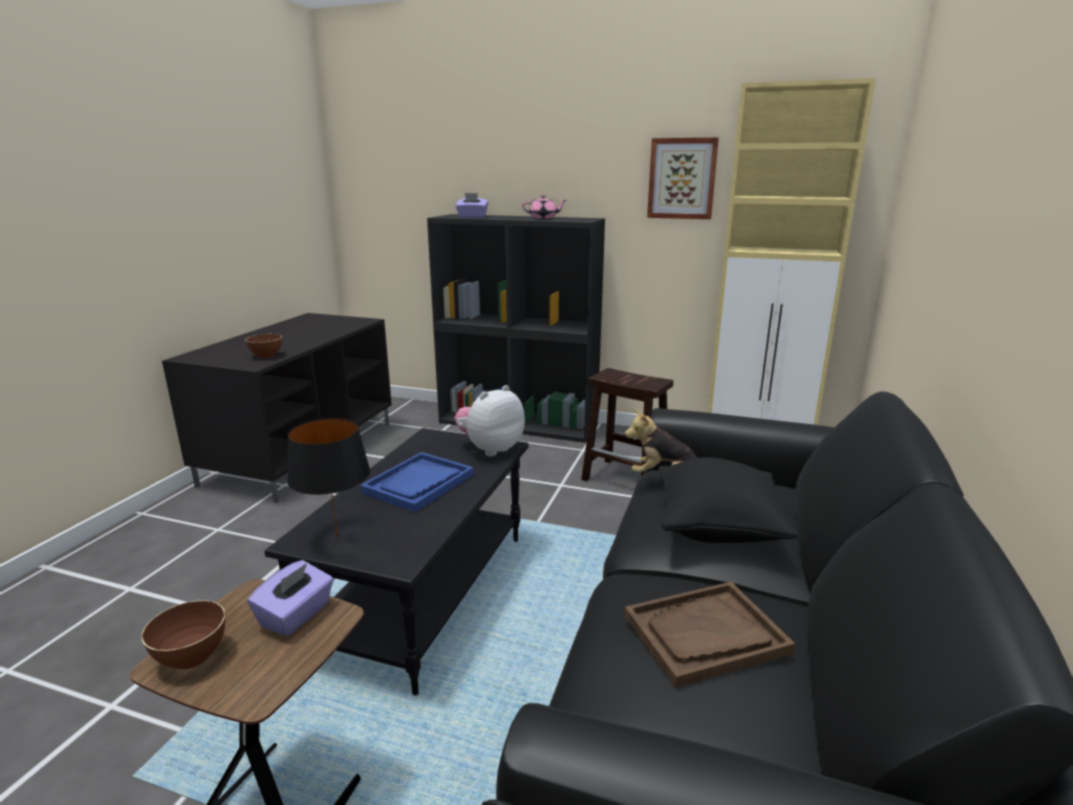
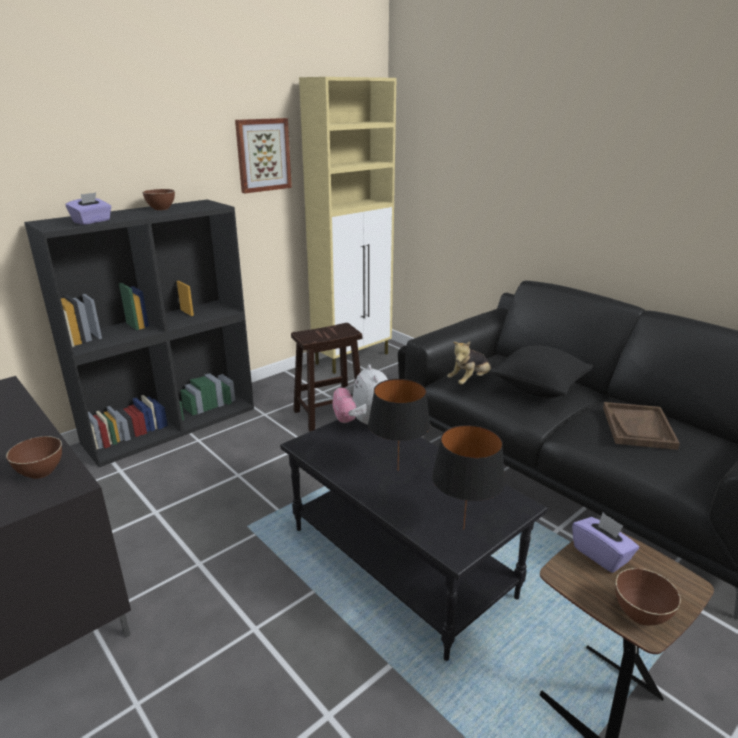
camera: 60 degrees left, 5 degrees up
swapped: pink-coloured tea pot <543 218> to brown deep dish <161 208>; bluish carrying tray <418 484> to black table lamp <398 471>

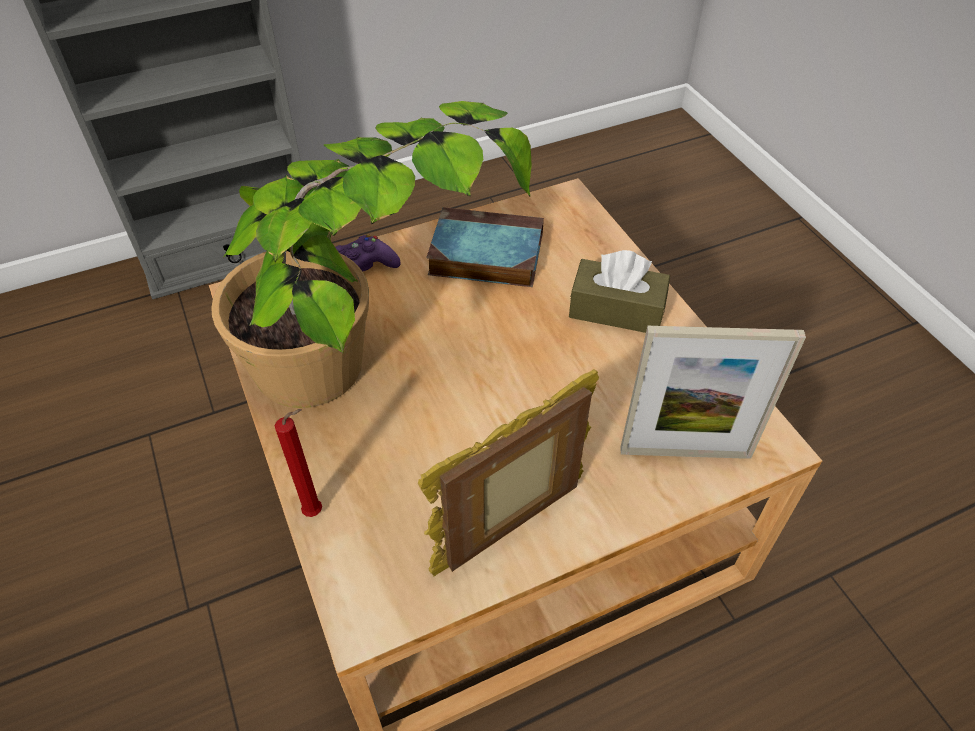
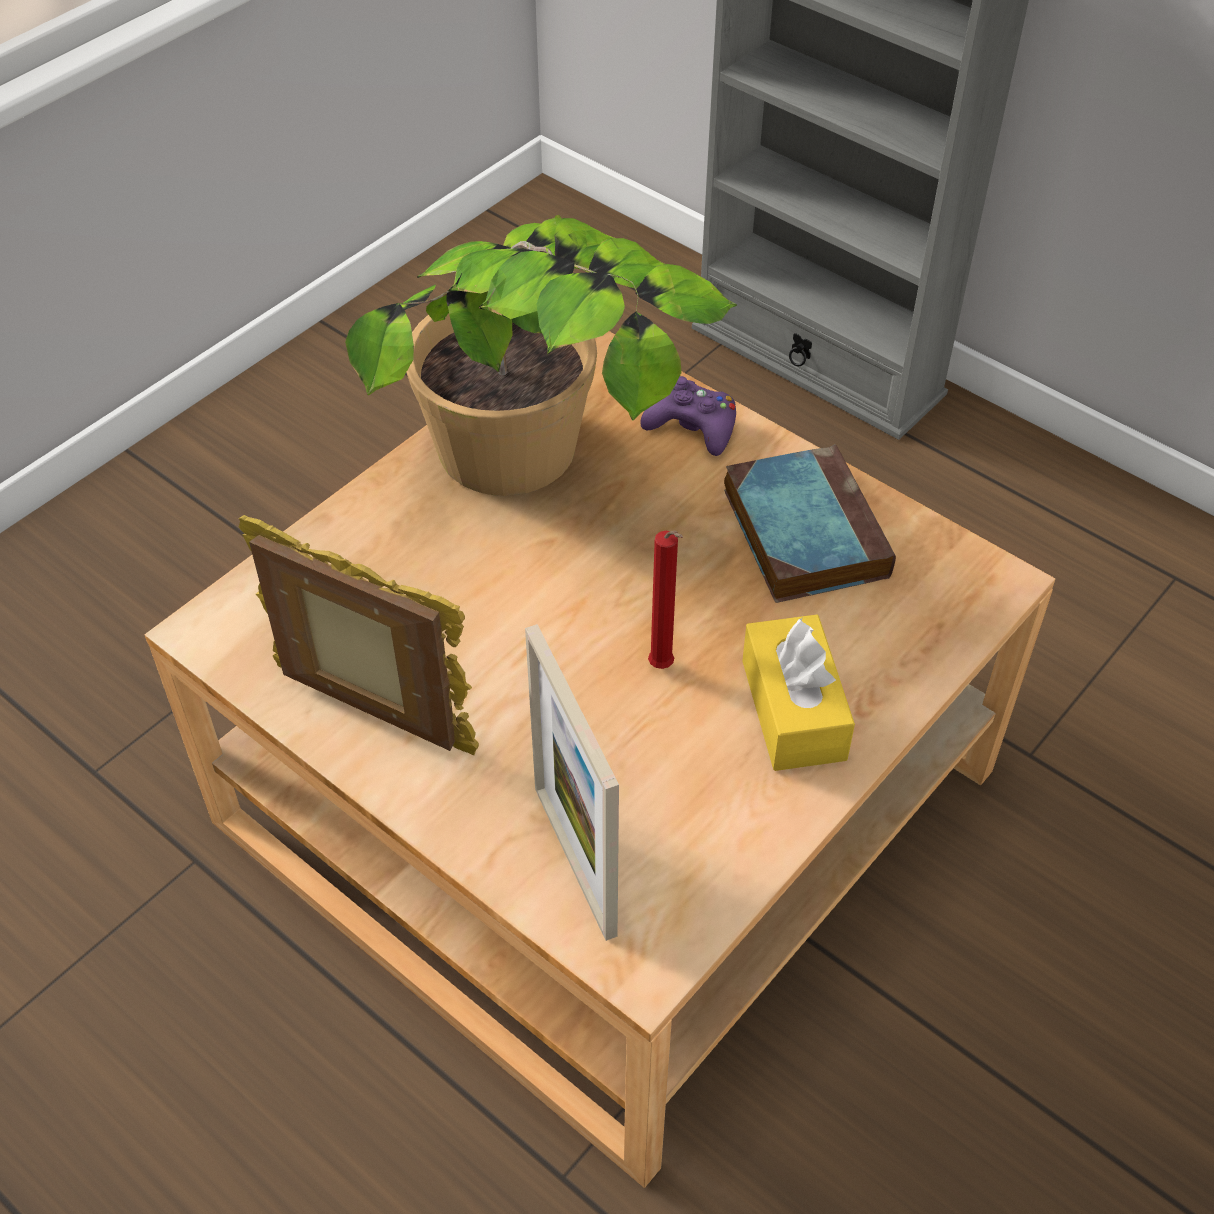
camera: 65 degrees right, 0 degrees up
shifted: red-coloured candle <316 511> to <663 668>
repainted: brown tissue holder <616 310> to yellowish tissue holder <793 709>

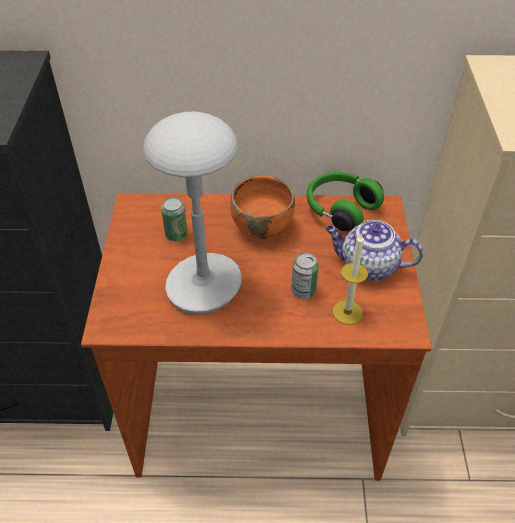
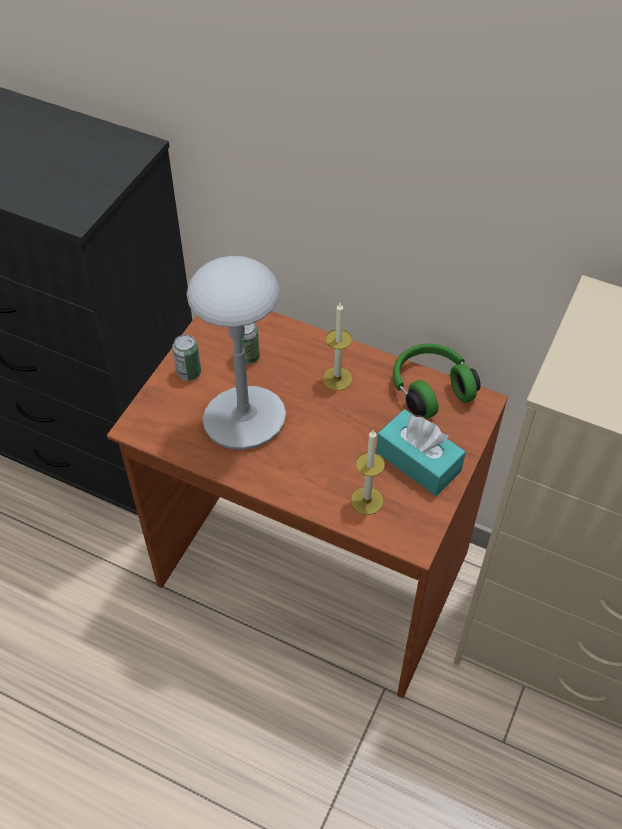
camera: 25 degrees right, 5 degrees up
shifted: metal can <303 291> to <189 372>
swapped: orangey deep dish <262 226> to candle <337 378>; tea pot <367 266> to turquoise tissue holder <418 461>

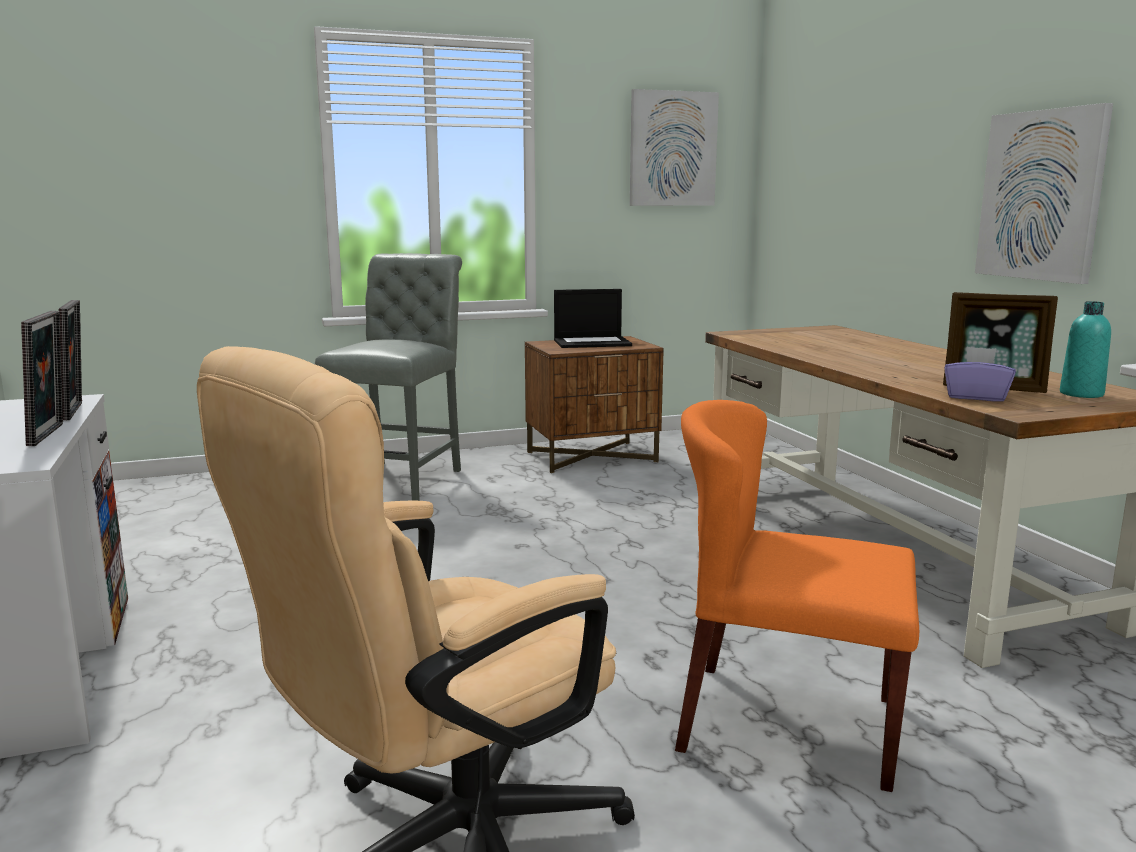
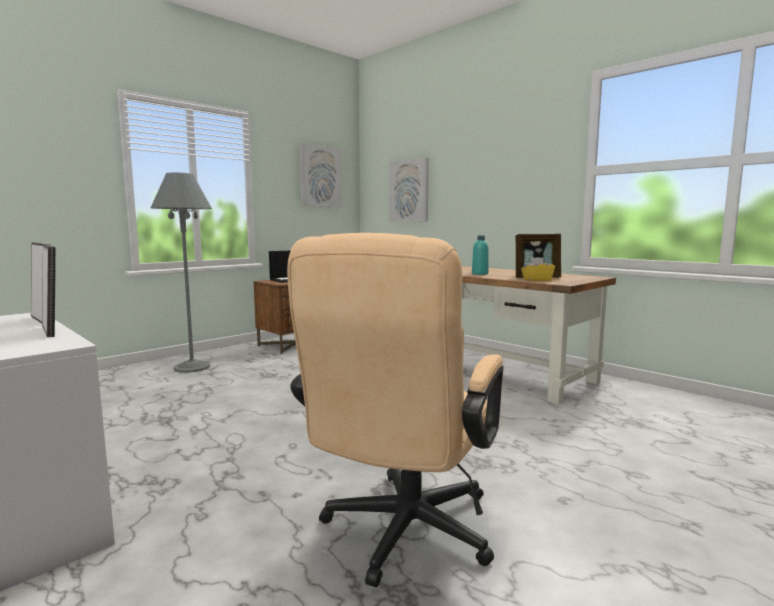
camera: 25 degrees left, 5 degrees down
gone: orangey chair <786 723>
shifted: wall picture <1041 195> to <409 191>; turquoise beverage bottle <1081 394> to <480 274>
swapped: greyish chair <401 479> to greyish floor lamp <192 367>
repainted: purple tissue holder <975 397> to yellowish tissue holder <537 280>

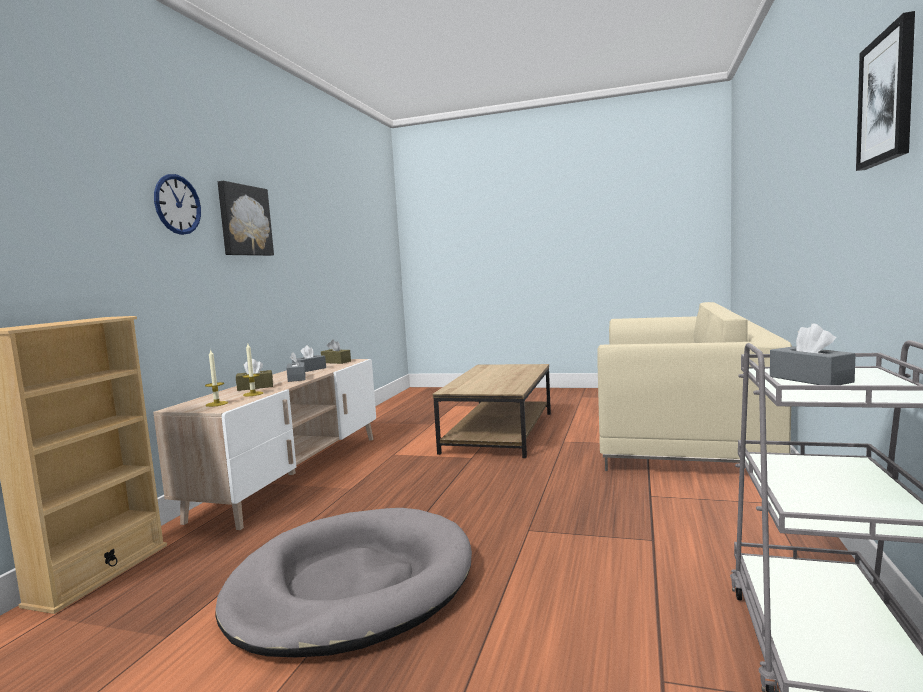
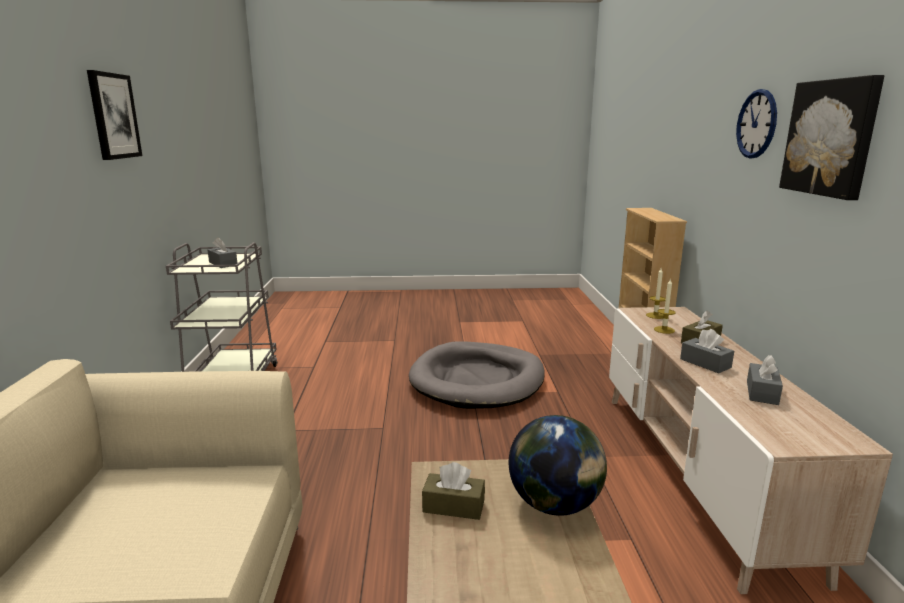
camera: 160 degrees right, 10 degrees up
new: desk globe <555 504>
shifted: brown tissue holder <336 362> to <453 506>

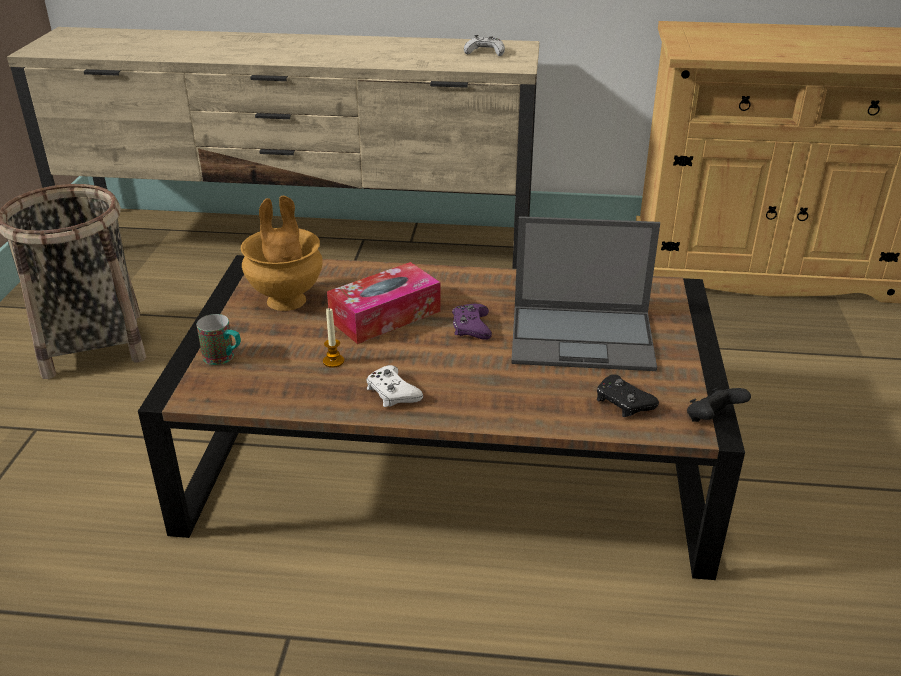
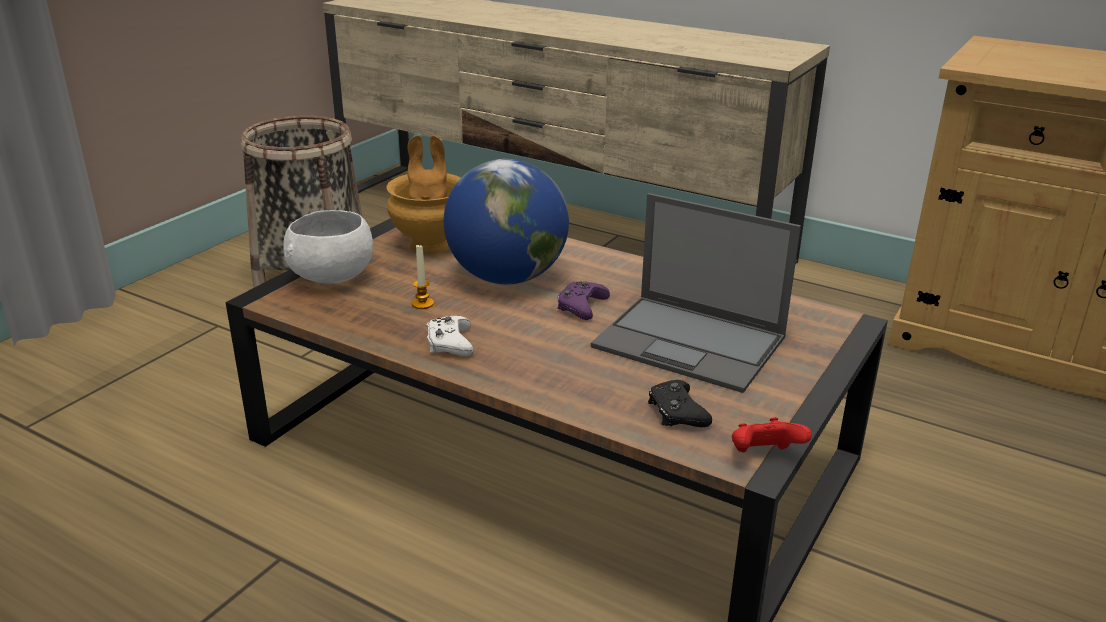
camera: 25 degrees right, 5 degrees down
gone: white game controller <485 52>
swapped: tissue holder <385 316> to desk globe <507 278>; tea mug <224 358> to white deep dish <332 279>
repainted: black game controller <712 420> to red-coloured game controller <764 456>

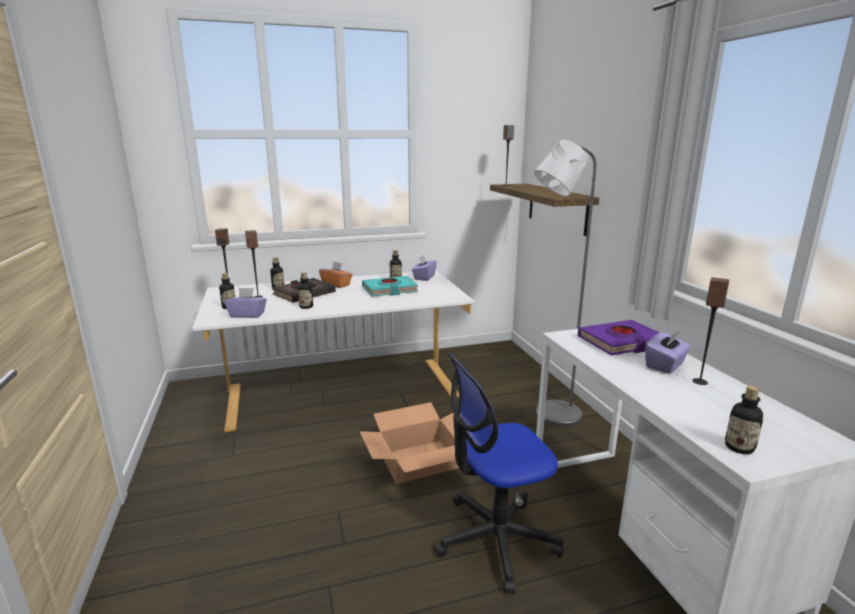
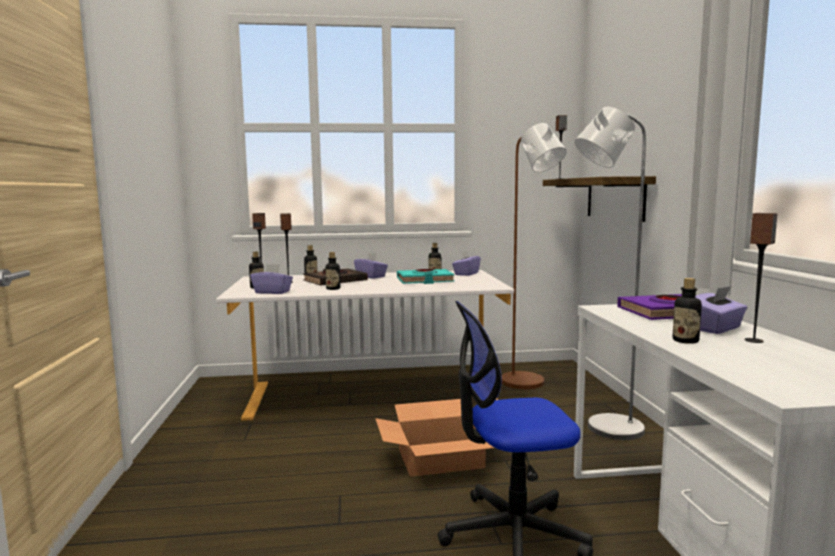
camera: 10 degrees right, 10 degrees down
new: brown floor lamp <528 384>
shifted: beverage bottle <739 447> to <685 341>
repainted: orangey tissue holder <336 284> to purple tissue holder <371 276>

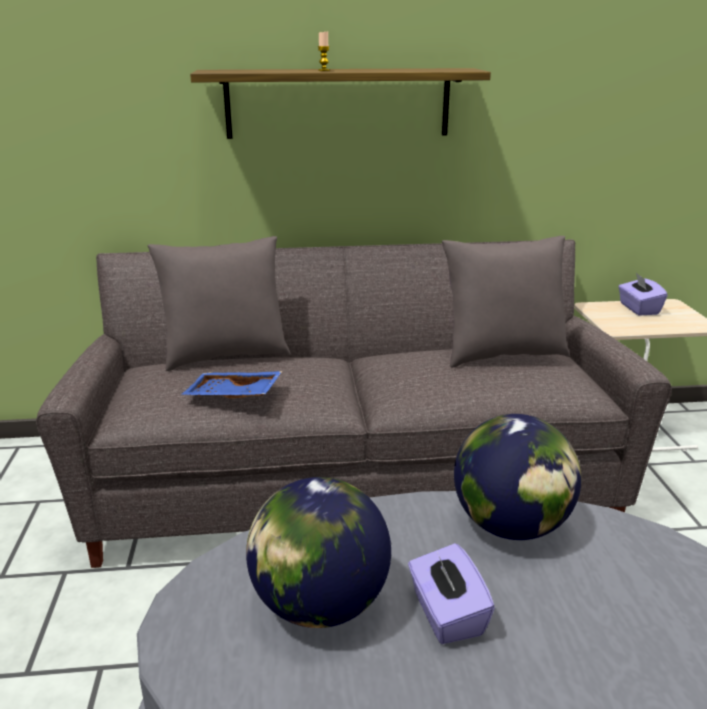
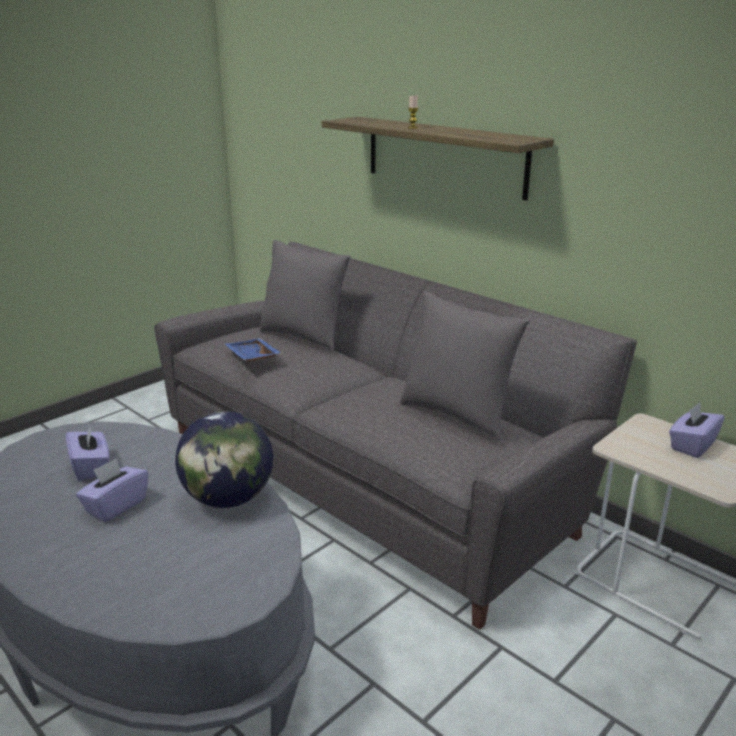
camera: 50 degrees right, 0 degrees up
swapped: desk globe <320 605> to purple tissue holder <91 467>

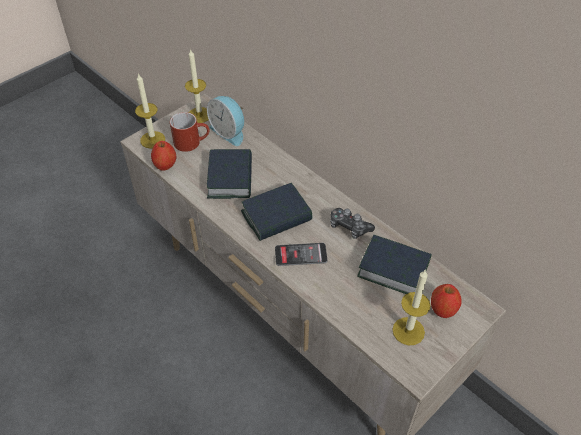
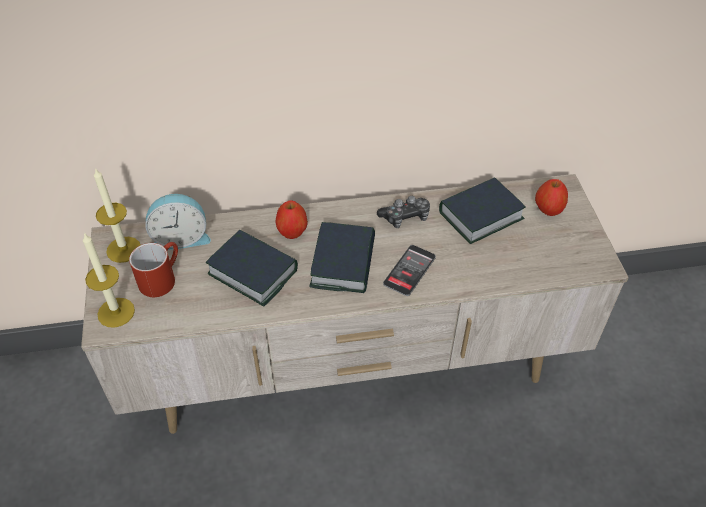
camera: 55 degrees left, 0 degrees up
gone: candle <408 331>
shifted: apple <165 166> to <292 232>

